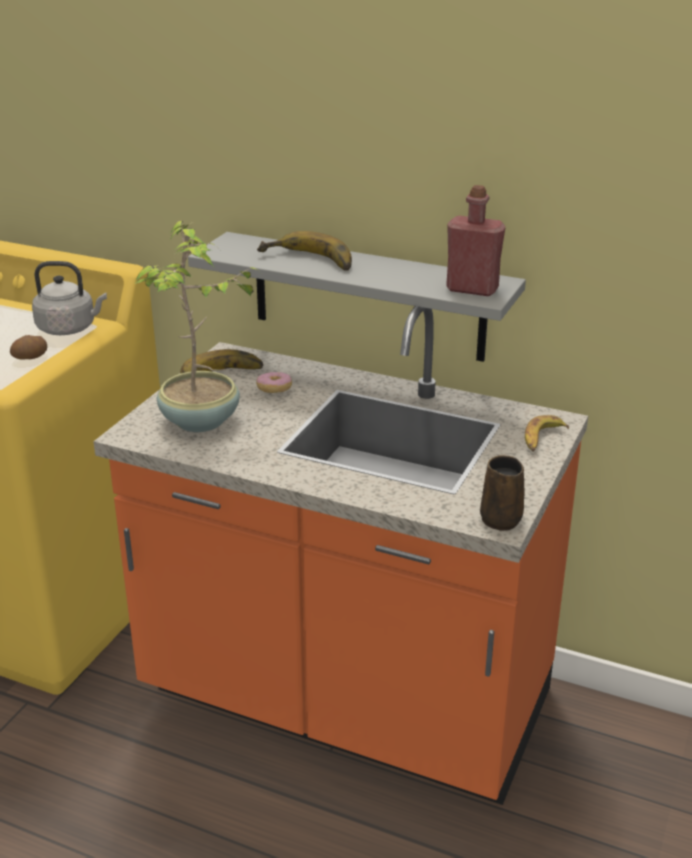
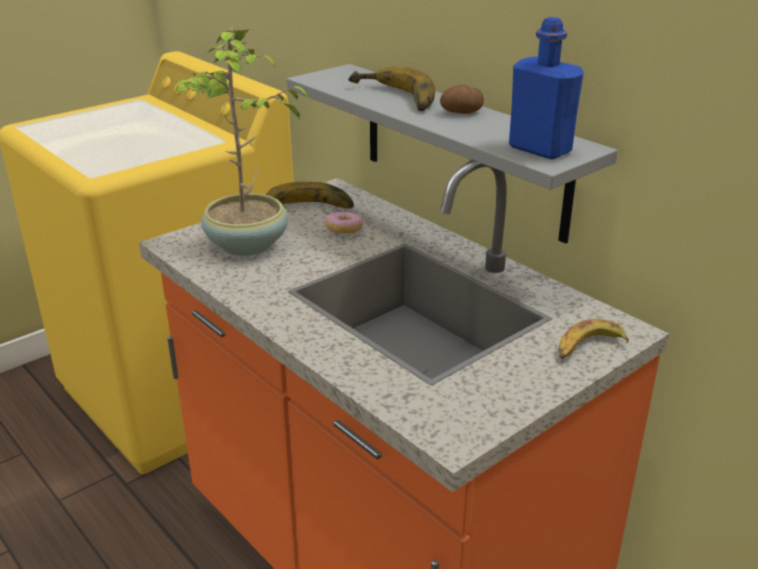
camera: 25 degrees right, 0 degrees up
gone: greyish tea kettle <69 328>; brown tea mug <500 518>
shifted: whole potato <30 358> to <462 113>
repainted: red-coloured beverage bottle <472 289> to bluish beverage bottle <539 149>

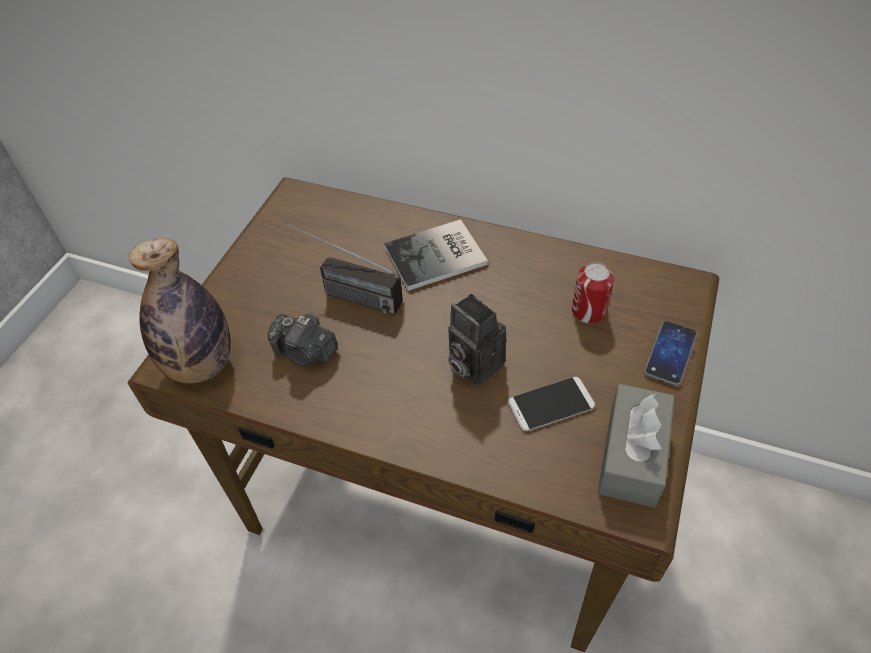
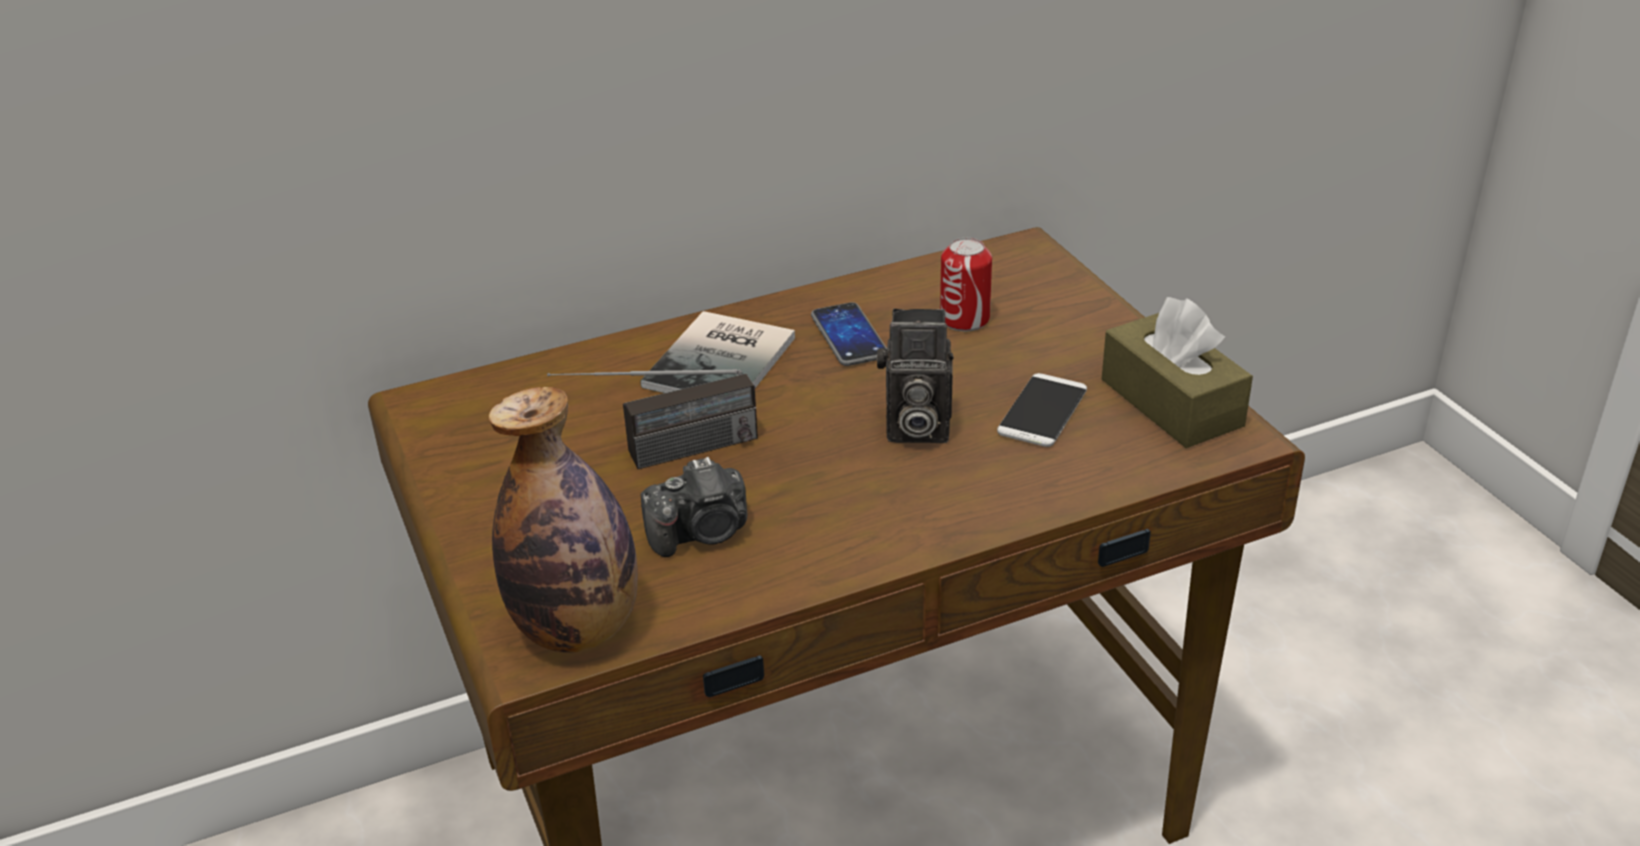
camera: 45 degrees left, 15 degrees down
shifted: telephone <670 354> to <849 336>
repainted: greyish tissue holder <632 455> to brown tissue holder <1171 403>

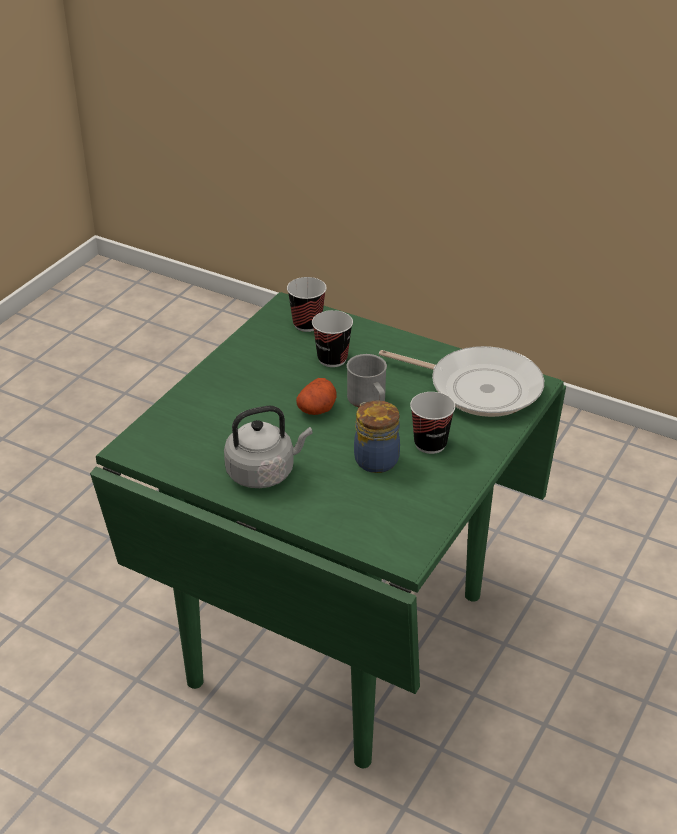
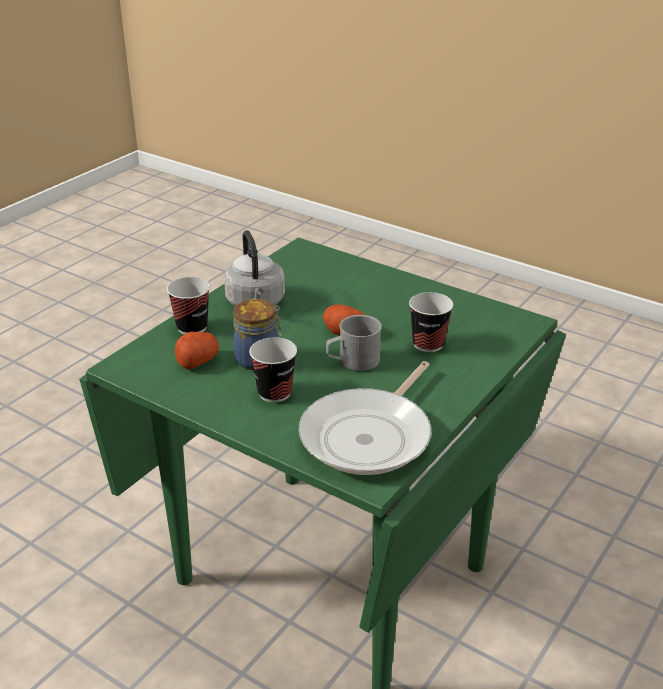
camera: 95 degrees right, 5 degrees down
new: whole potato <197 360>
shifted: small cup <307 324> to <192 327>

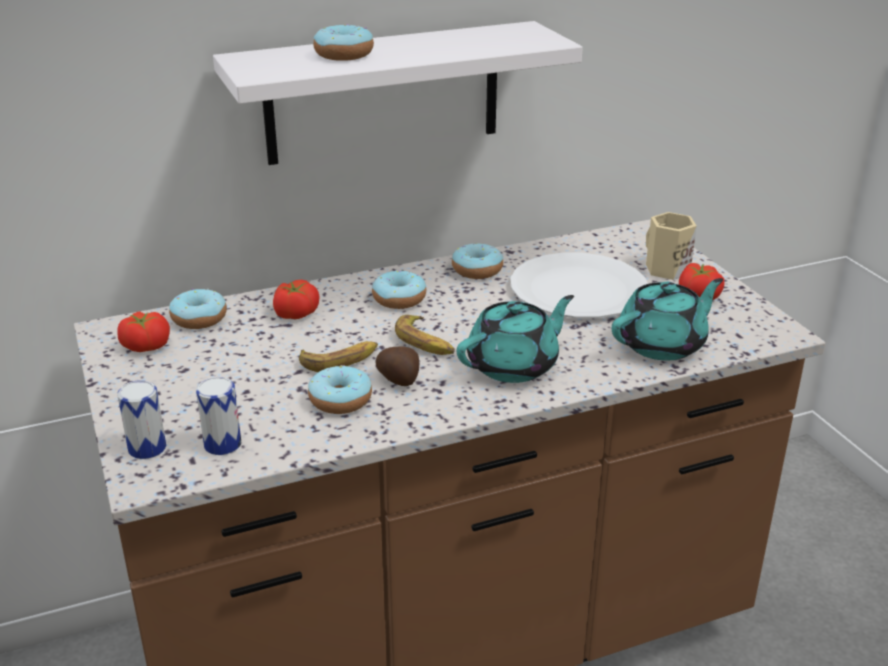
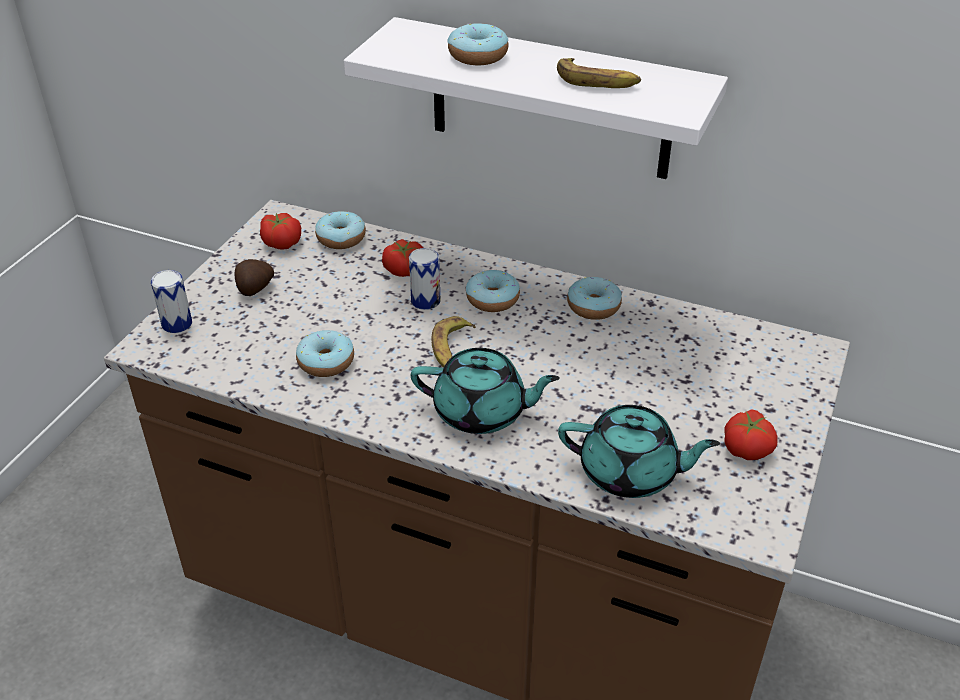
camera: 45 degrees right, 10 degrees up
gone: beige-coloured tea mug <665 269>; white dinner plate <578 290>
shifted: banana <340 360> to <597 81>; whole potato <399 380> to <254 289>; metal can <222 444> to <425 301>

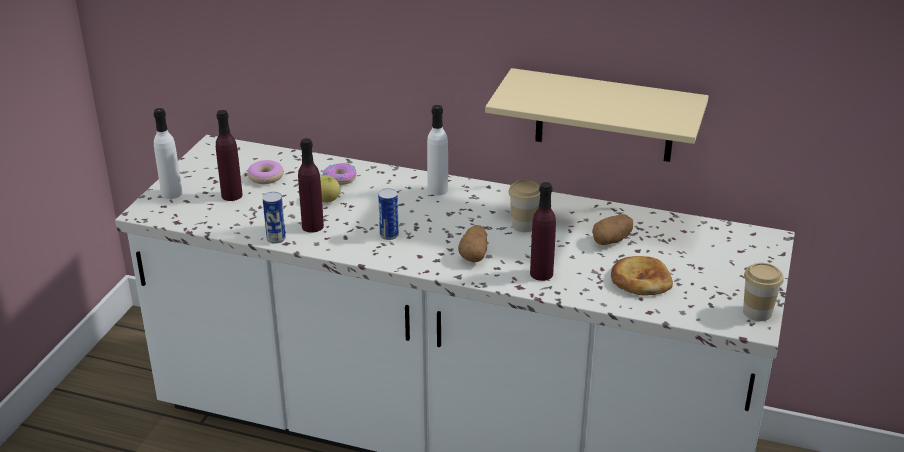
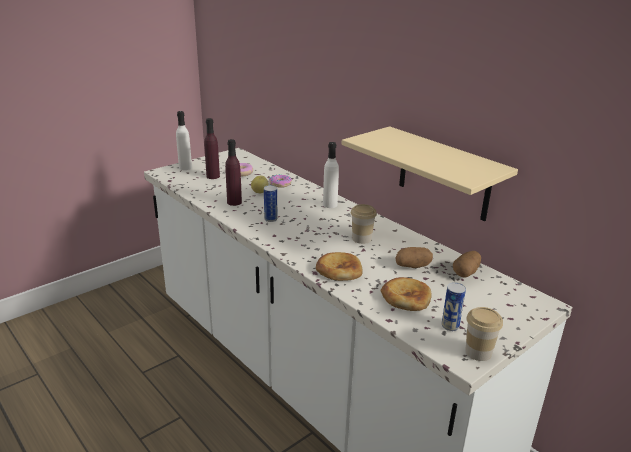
camera: 30 degrees right, 5 degrees down
shifted: metal can <276 238> to <450 326>; whole potato <474 255> to <466 273>
swapped: purple beverage bottle <541 274> to bakery bread <339 270>

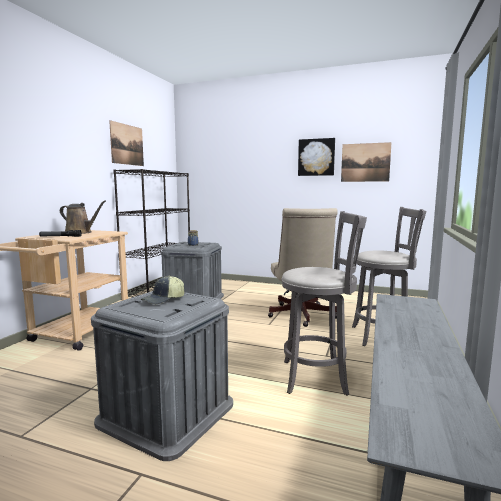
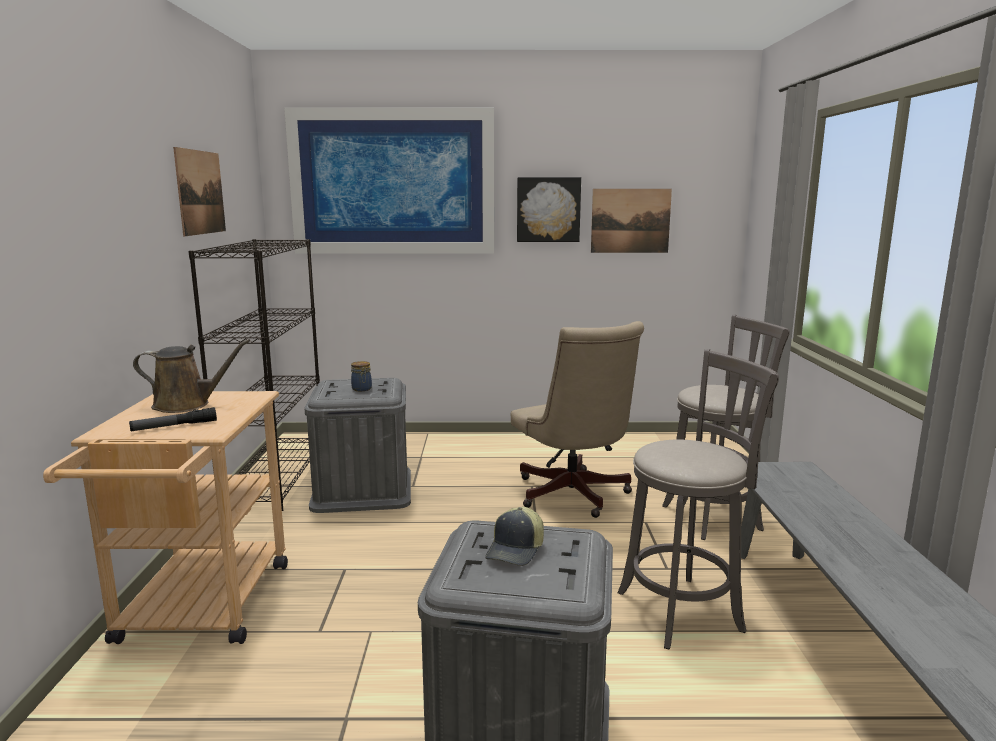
camera: 20 degrees left, 5 degrees up
new: wall picture <393 182>

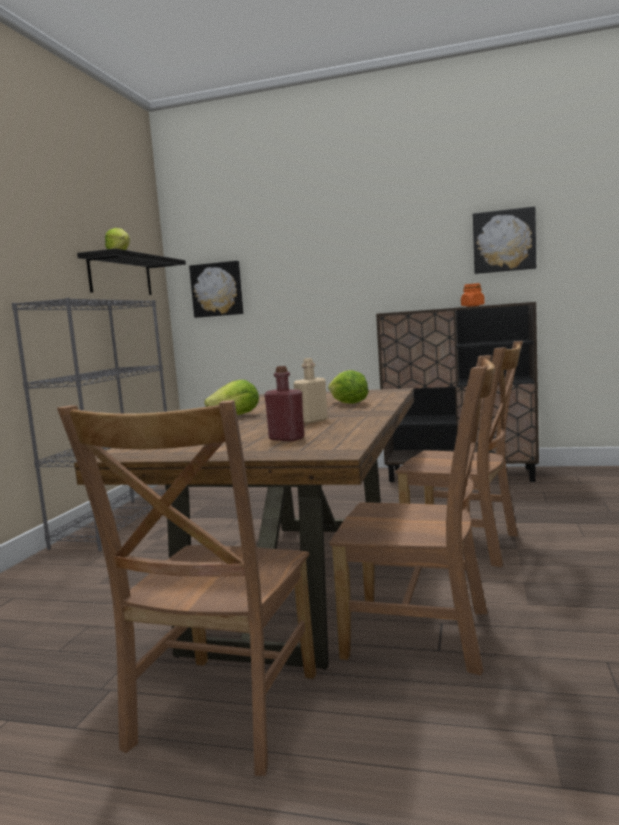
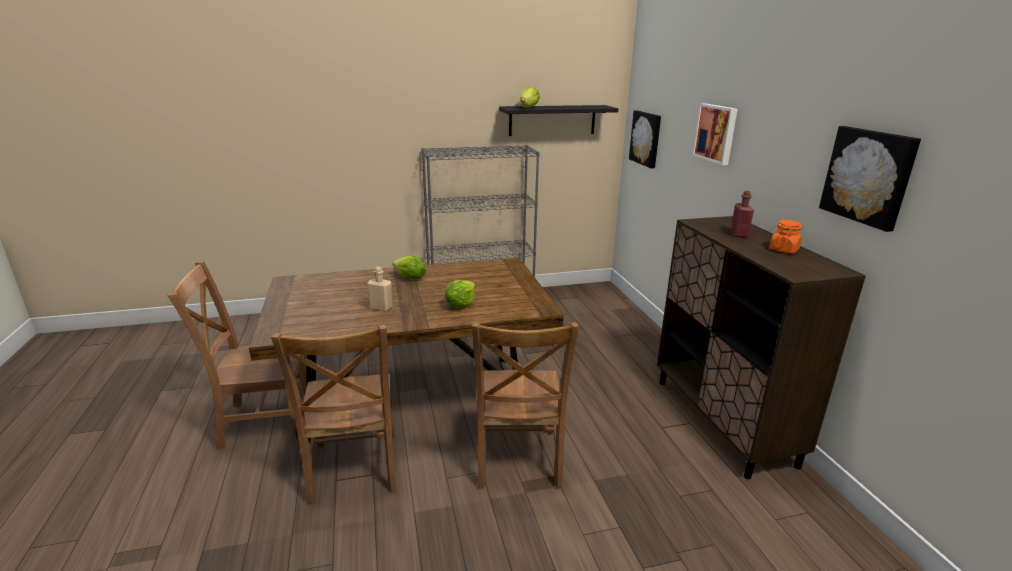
camera: 60 degrees right, 15 degrees up
new: wall picture <716 133>
shifted: red-coloured beverage bottle <286 439> to <739 234>

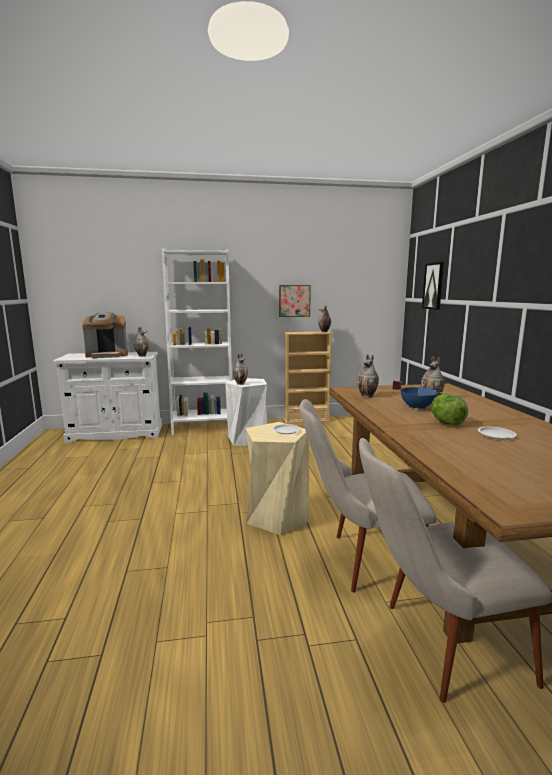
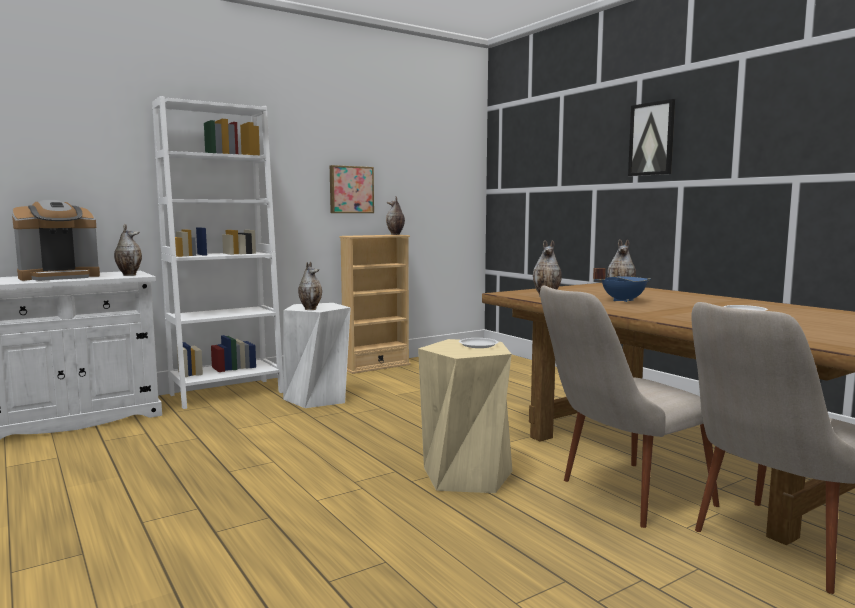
camera: 25 degrees left, 5 degrees down
gone: lettuce <446 423>
shifted: wall picture <433 286> to <652 139>

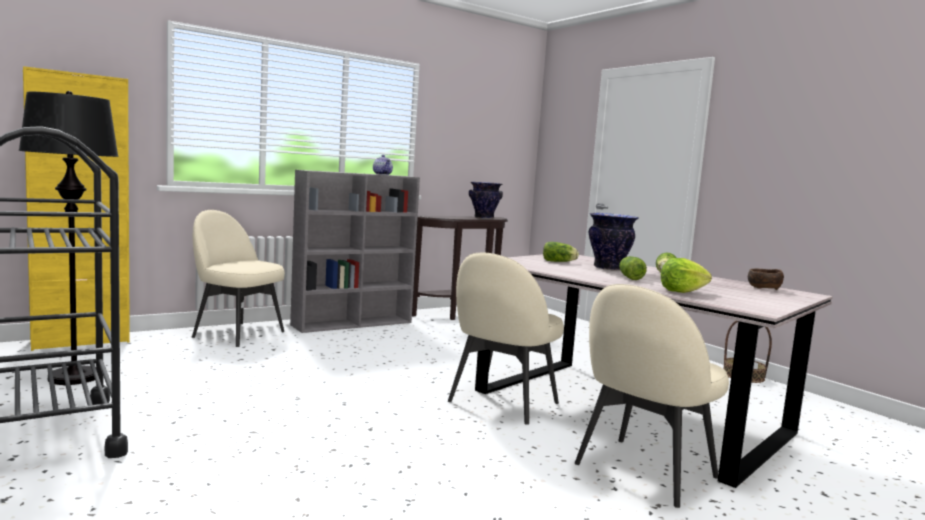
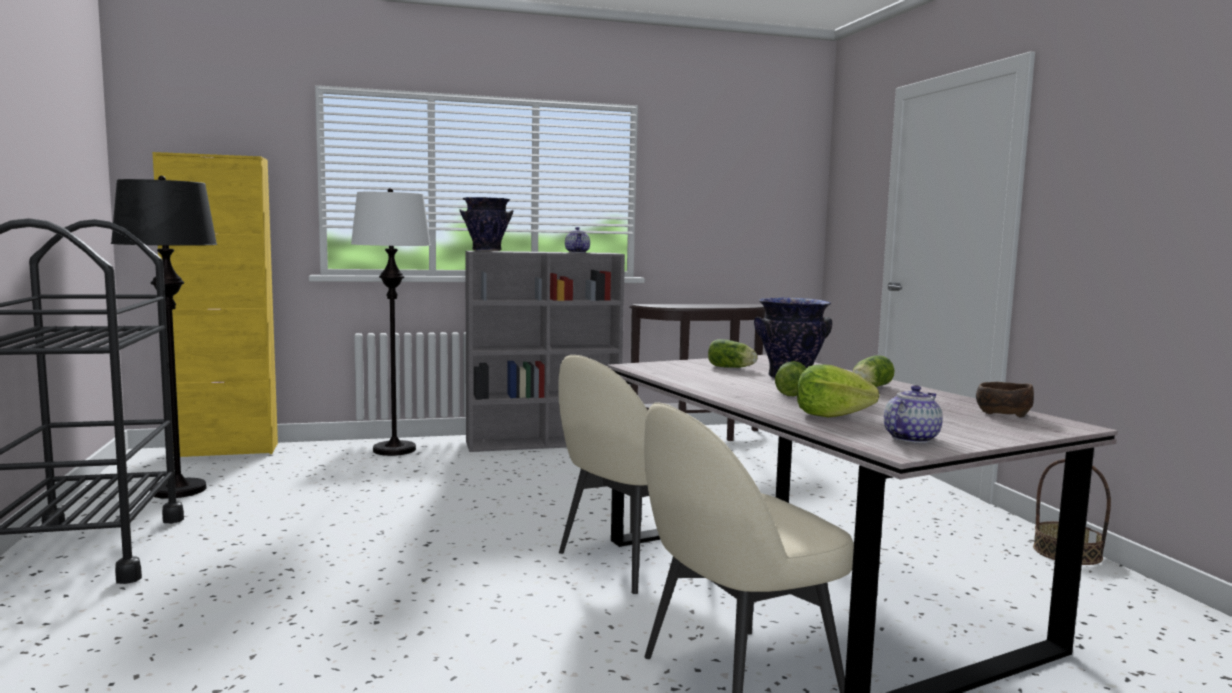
camera: 20 degrees right, 0 degrees up
new: tea pot <910 438>
shifted: vase <483 218> to <486 251>
swapped: beige-coloured chair <237 334> to white floor lamp <394 450>

